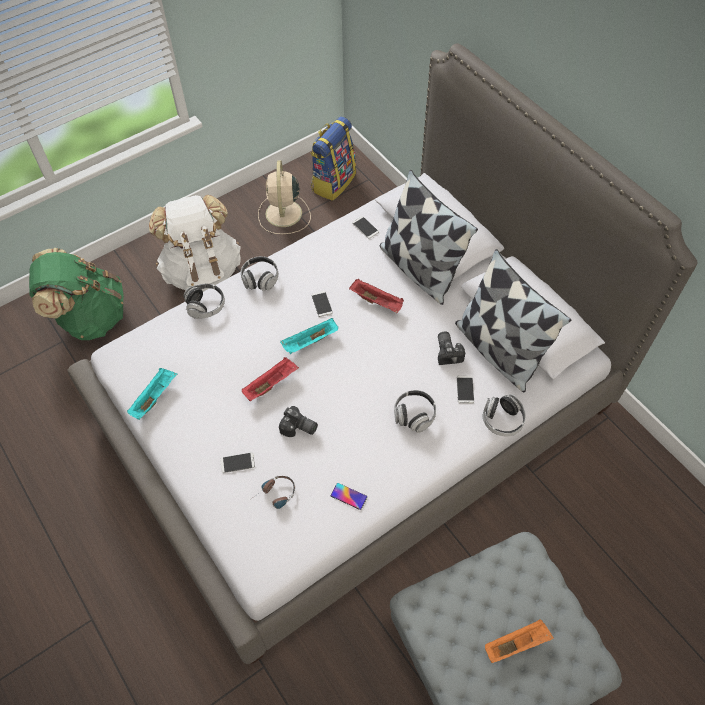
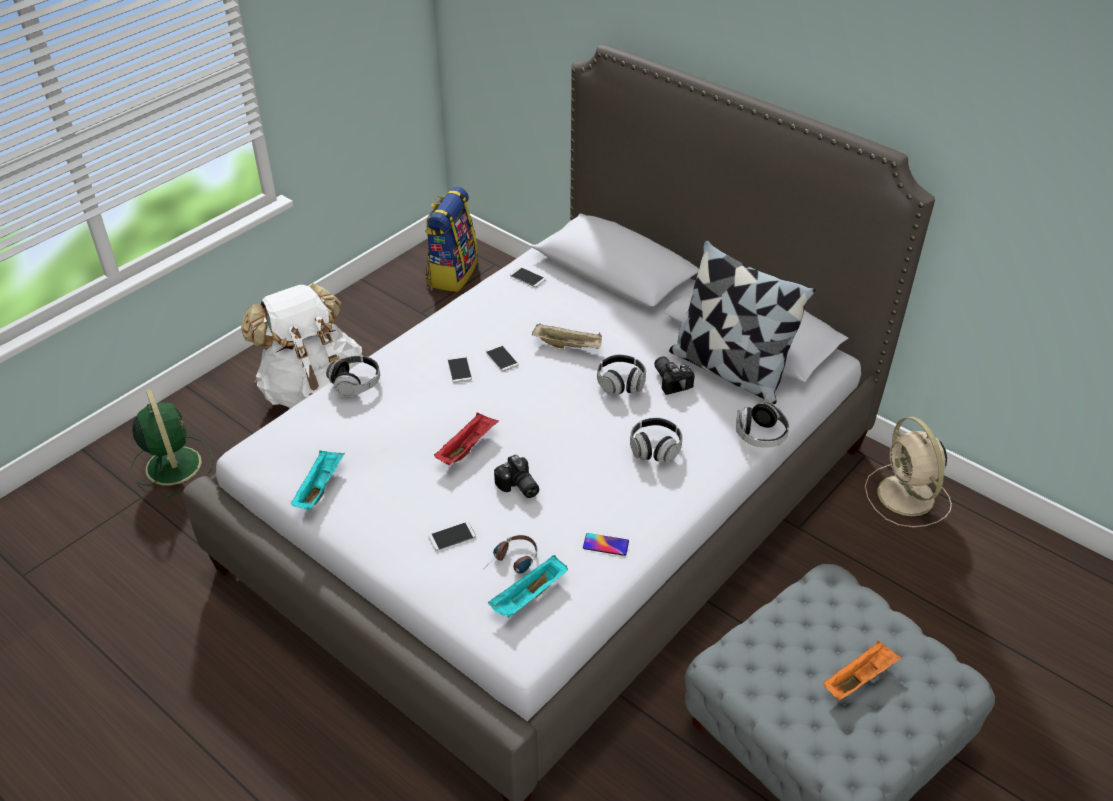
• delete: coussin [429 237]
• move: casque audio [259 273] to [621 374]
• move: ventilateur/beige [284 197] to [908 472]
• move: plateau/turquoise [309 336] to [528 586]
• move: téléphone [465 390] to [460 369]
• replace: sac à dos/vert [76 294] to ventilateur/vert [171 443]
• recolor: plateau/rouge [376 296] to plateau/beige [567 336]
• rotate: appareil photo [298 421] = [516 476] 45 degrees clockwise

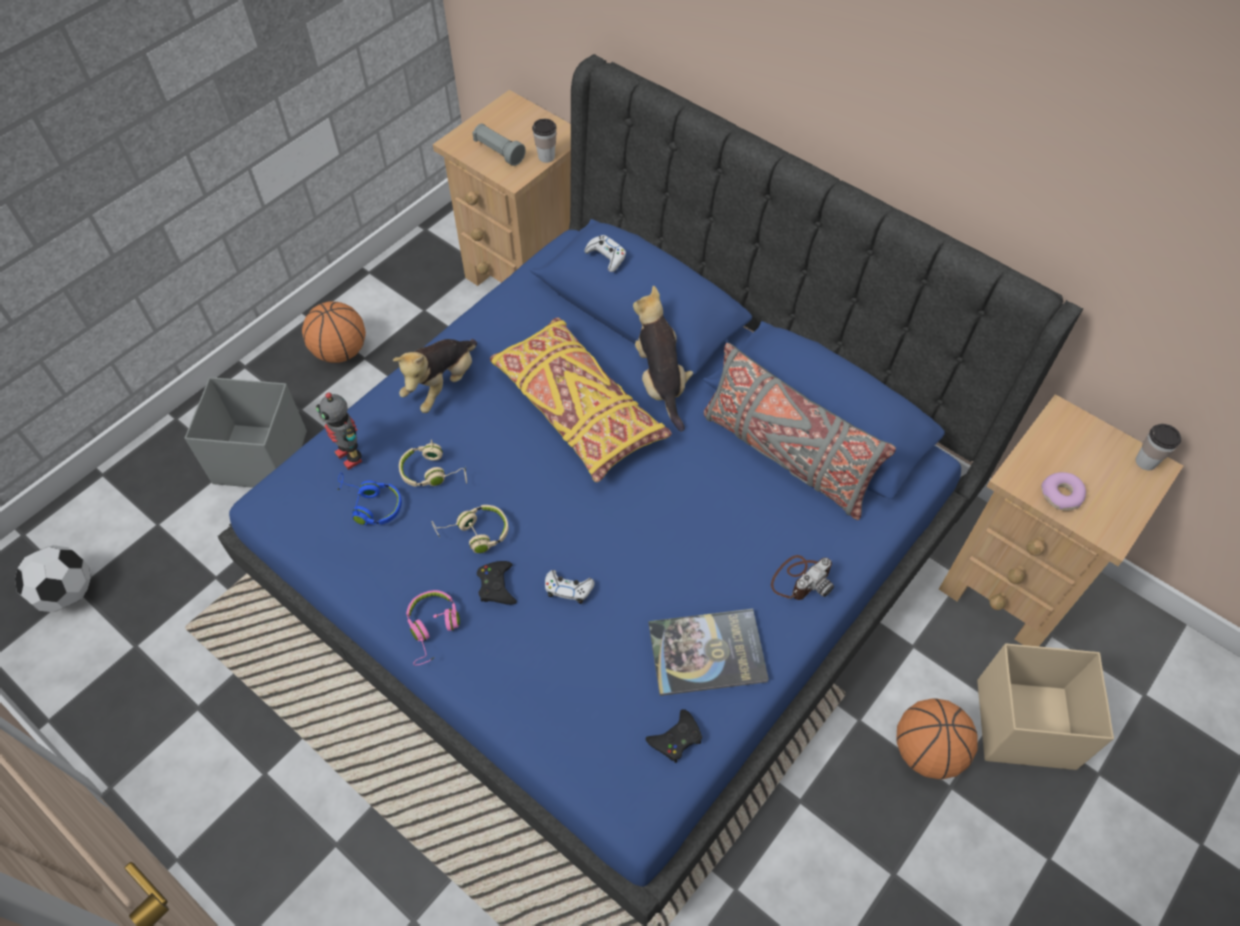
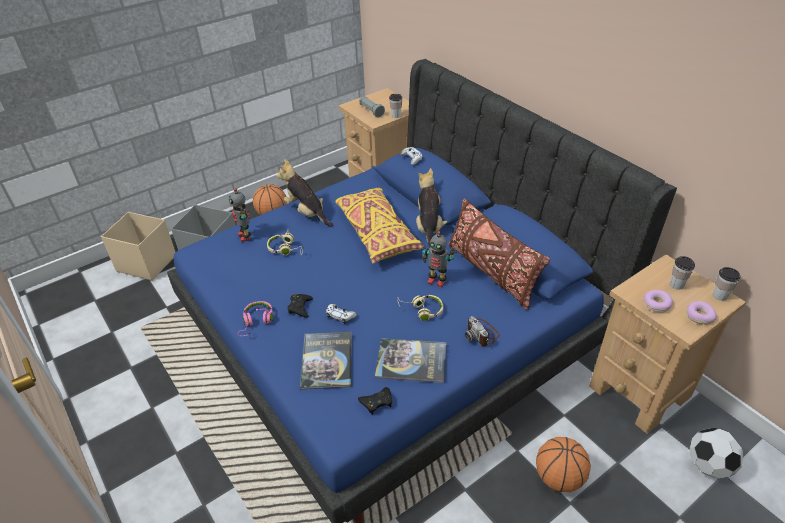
• delete: casque audio/bleu [369 499]
• insert: livre [326 360]
• insert: robot jouet [438 259]
• insert: tasse [682 273]
• insert: beignet [701 312]
• move: ballon de foot [53 578] to [716 453]
• move: casque audio/beige [470 529] to [420 308]
• move: boîte de rangement/beige [1045 706] to [138 246]
• recolor: coussin/gris [800 431] to coussin/marron [499 254]
• rotate: peluche [435 376] = [304 193] 90 degrees clockwise
• rotate: appareil photo [802 577] = [482 331] 90 degrees clockwise

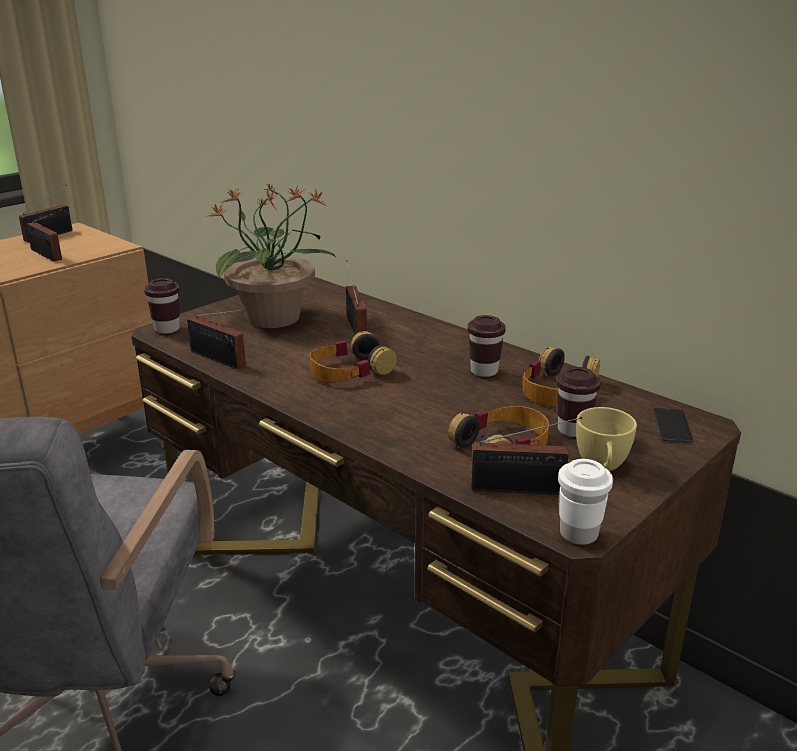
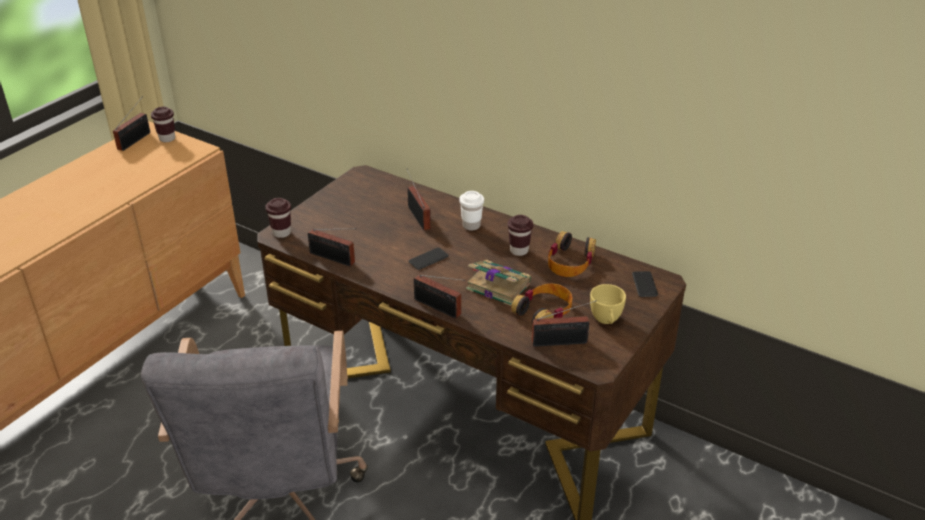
• delete: plante en pot [272 255]
• insert: livre [498 283]
• move: radio [44 237] to [439 296]
• move: tasse/marron [578 402] to [163 124]
• move: tasse/blanc [585 502] to [471 210]
• replace: casque audio [353 357] to téléphone [429 259]

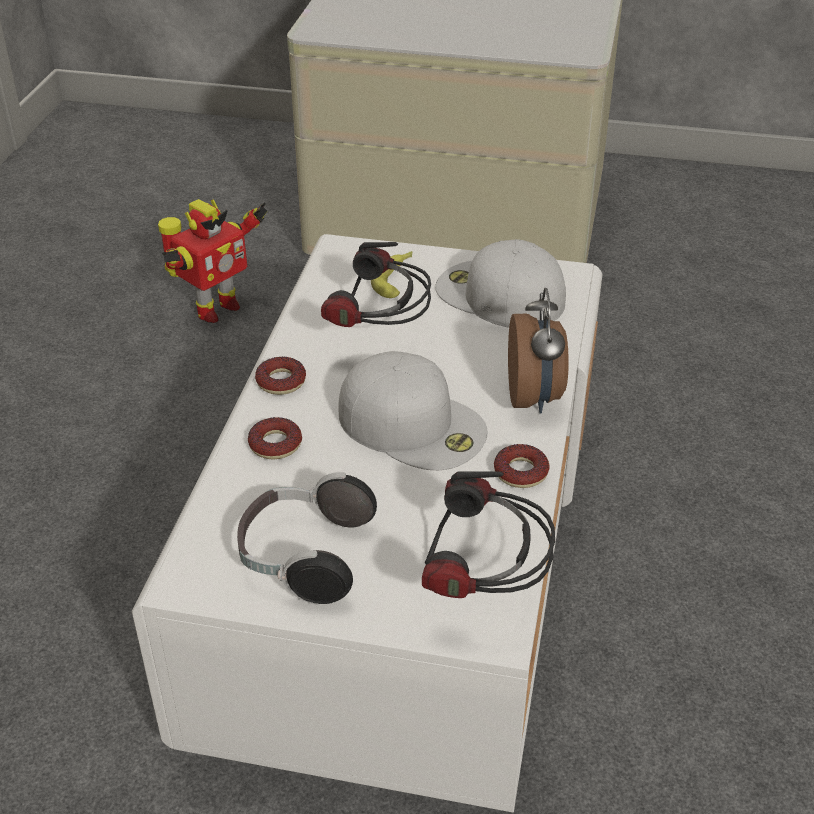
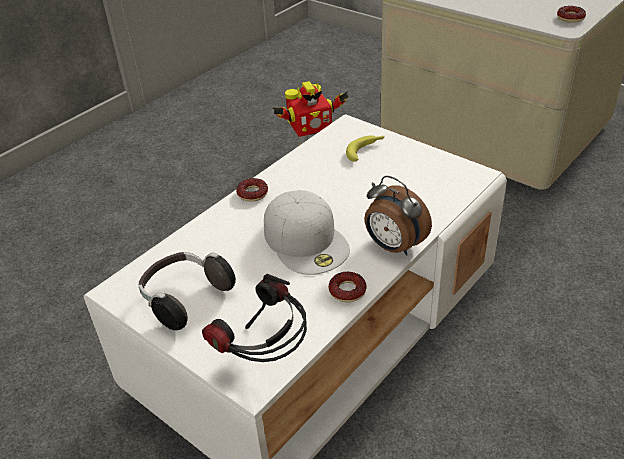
• delete: casque audio [376 284]
• delete: casquette/blanc [500 283]
• move: beignet [275 438] to [571 14]
• rotate: réveil [538 351] = [398 216] 105 degrees clockwise

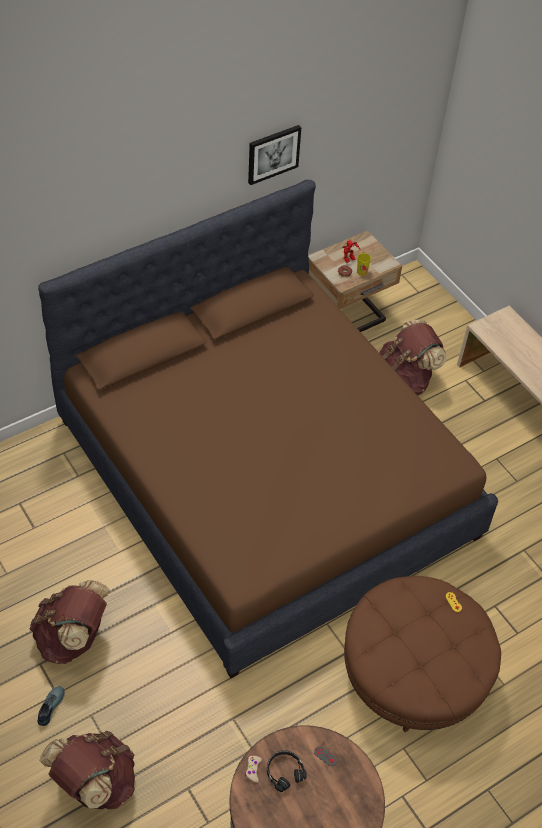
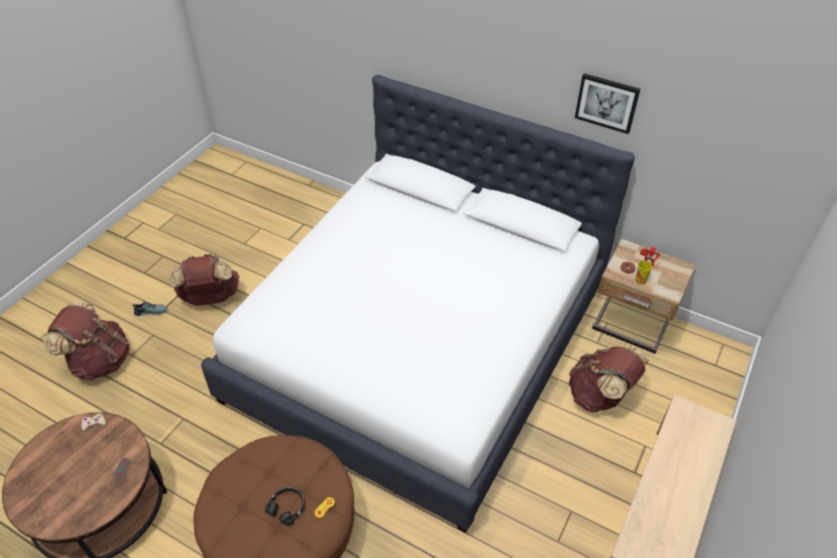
• move: casque audio/noir [287 771] to [285 506]
• recolor: lit/marron [268 428] to lit/blanc [418 304]

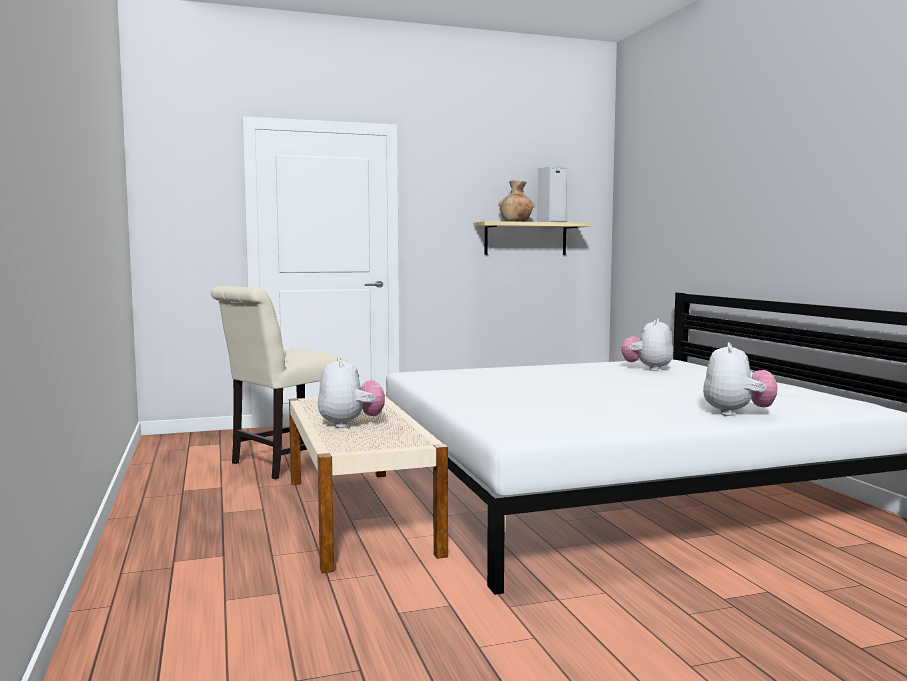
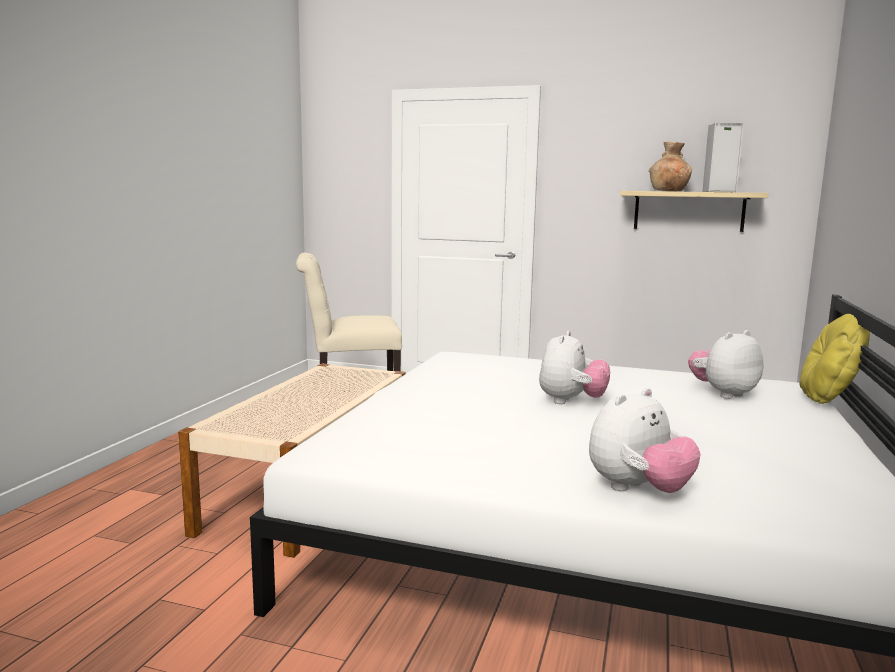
• insert: coussin/jaune [834 359]
• move: peluche [351 392] to [574 367]

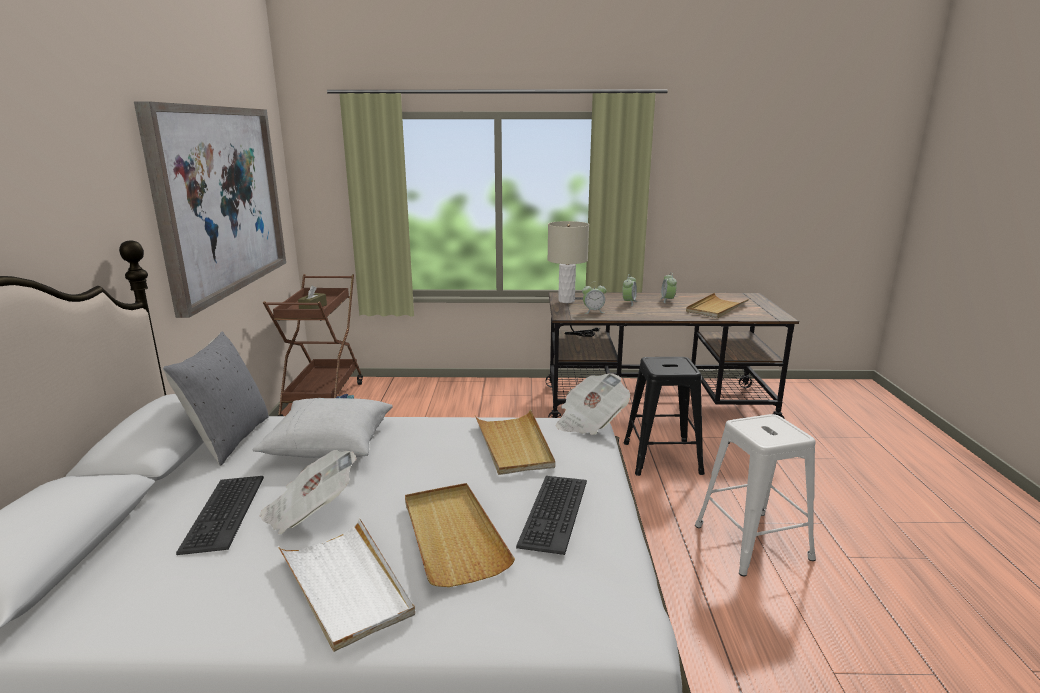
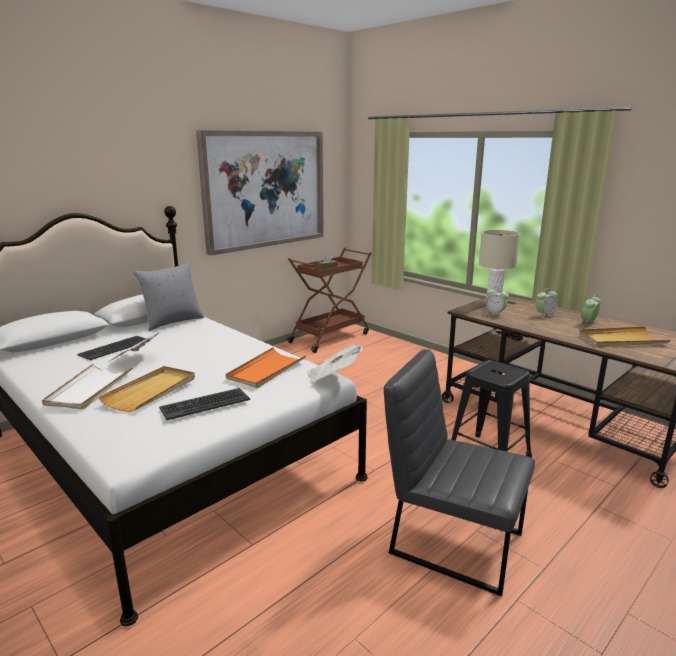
• delete: coussin/gris [323 426]
• replace: tabouret/blanc [755 495] to chaise/gris [459 472]
• recolor: plateau/beige [515 442] to plateau/orange [266 367]

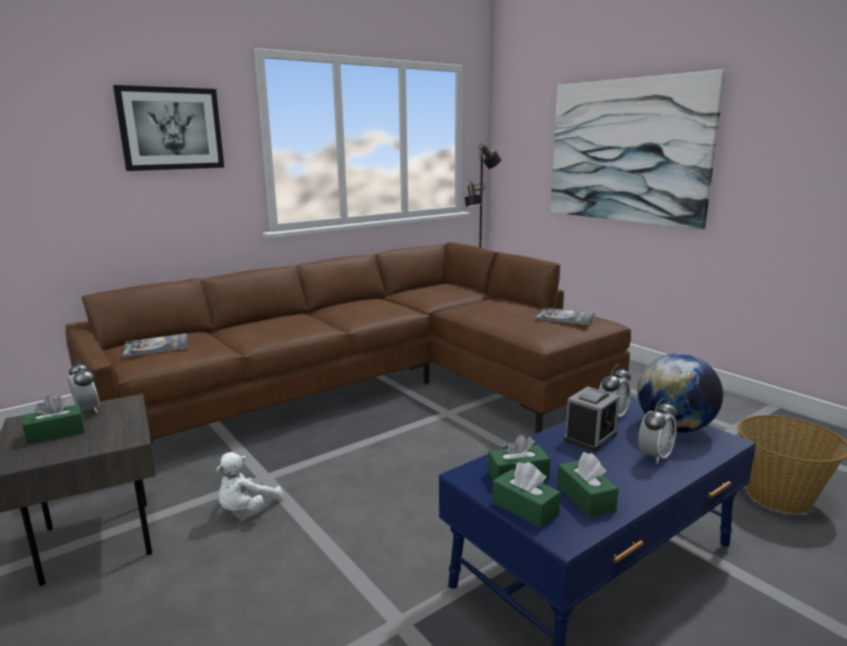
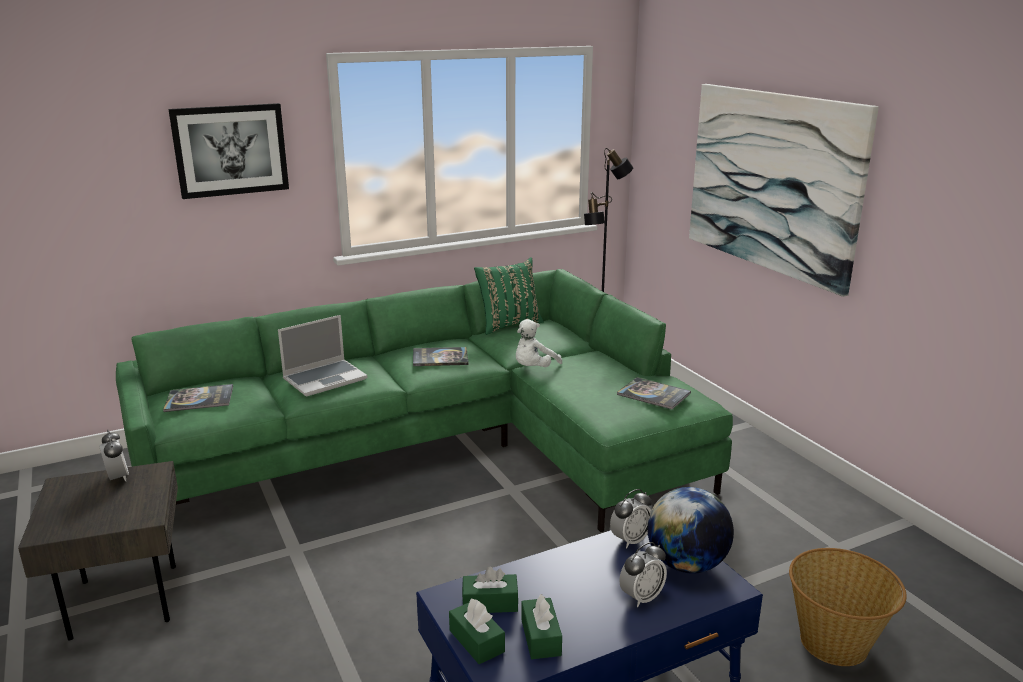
• delete: boîte à mouchoirs/vert [53 420]
• delete: réveil [592 418]
• insert: ordinateur portable [322 355]
• insert: livre [441 356]
• insert: coussin/vert [509 296]
• move: peluche/blanc [249 481] to [539 343]
• recolor: canapé/marron [348 343] to canapé/vert [424 400]

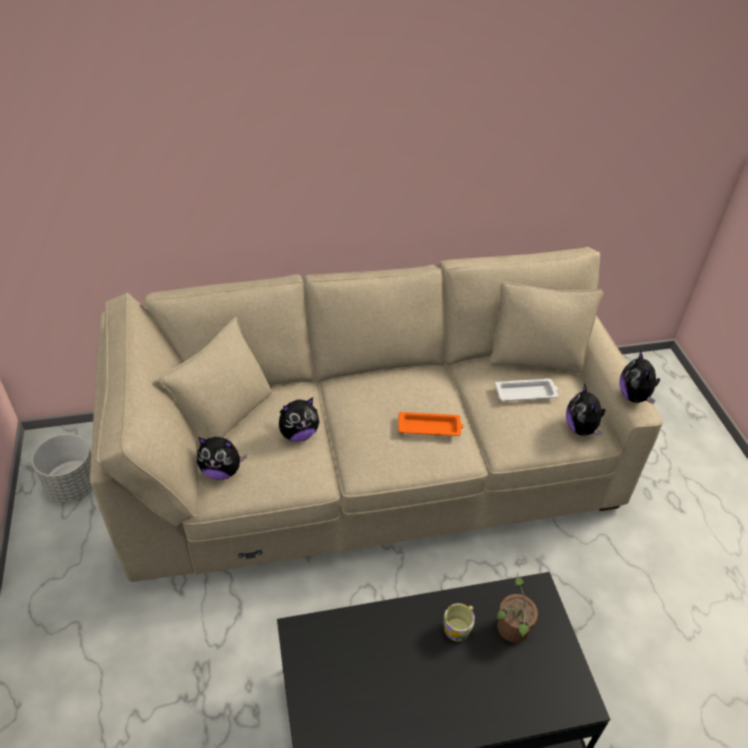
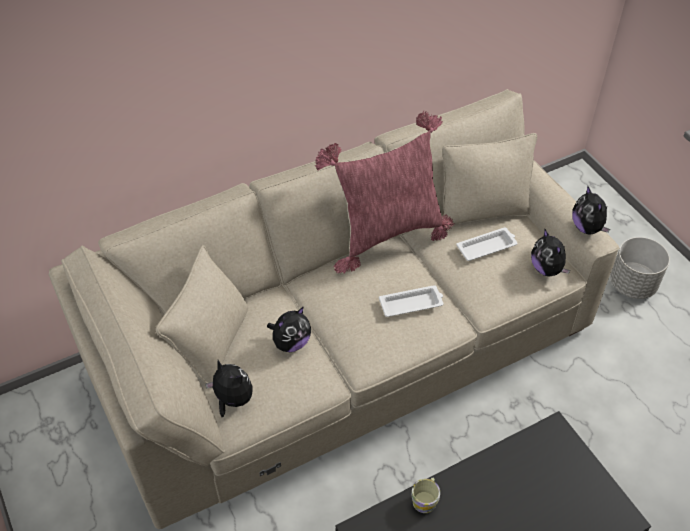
• delete: plante en pot [517 610]
• insert: coussin/rouge [384 193]
• move: cache-pot/gris [62 468] to [640 268]
• move: mug [459 622] to [425 495]
• recolor: plateau/orange [431 424] to plateau/blanc [411 301]
• rotate: peluche [222 458] = [229 388] 135 degrees counterclockwise

